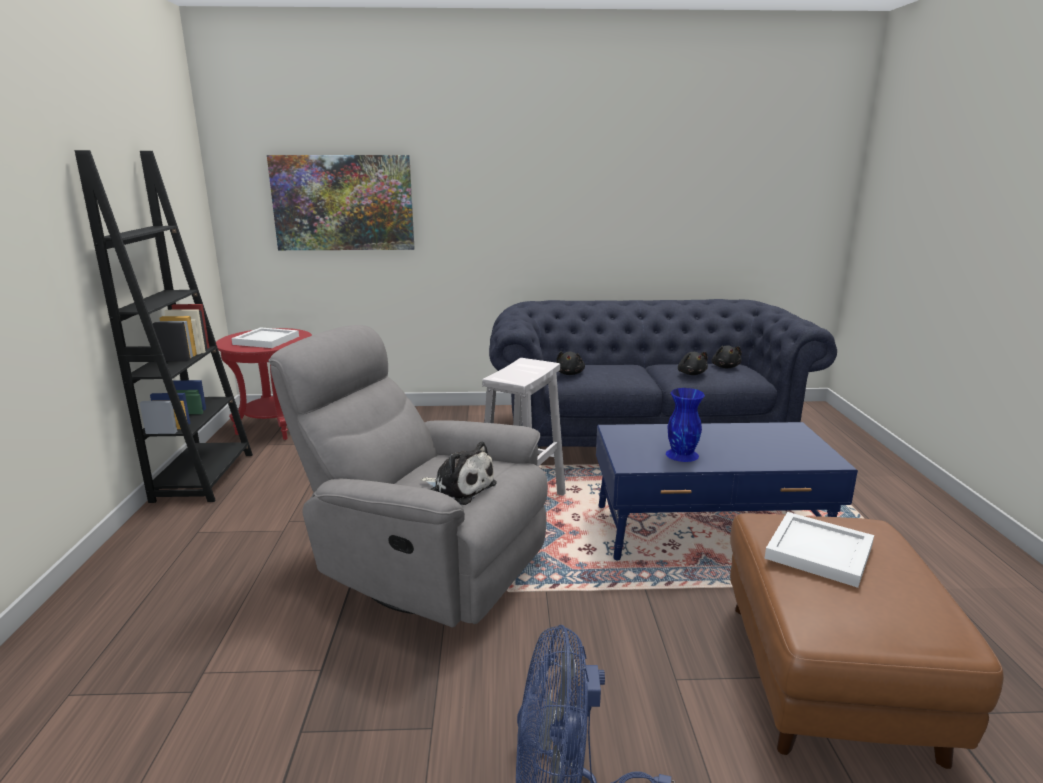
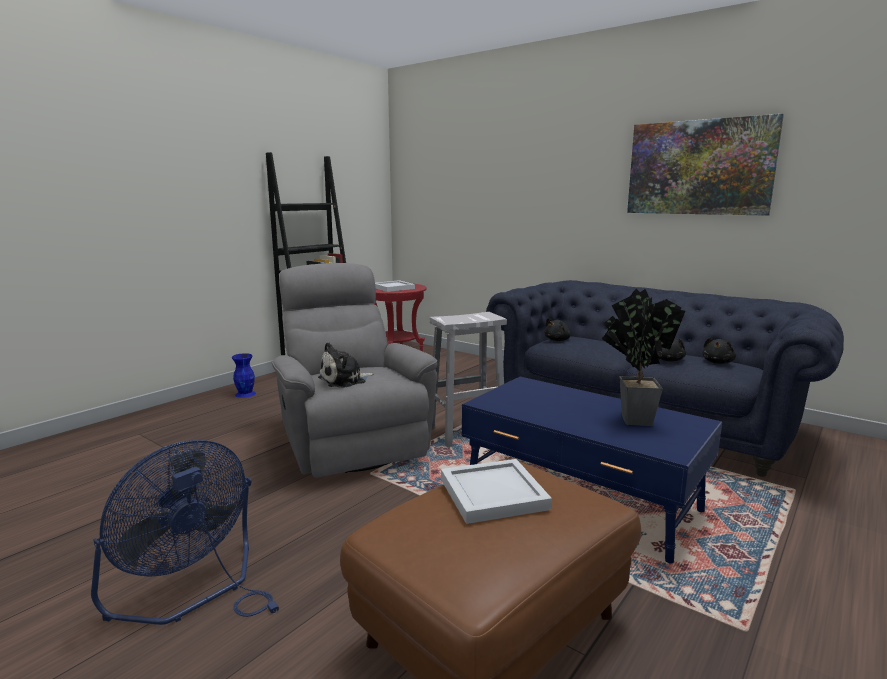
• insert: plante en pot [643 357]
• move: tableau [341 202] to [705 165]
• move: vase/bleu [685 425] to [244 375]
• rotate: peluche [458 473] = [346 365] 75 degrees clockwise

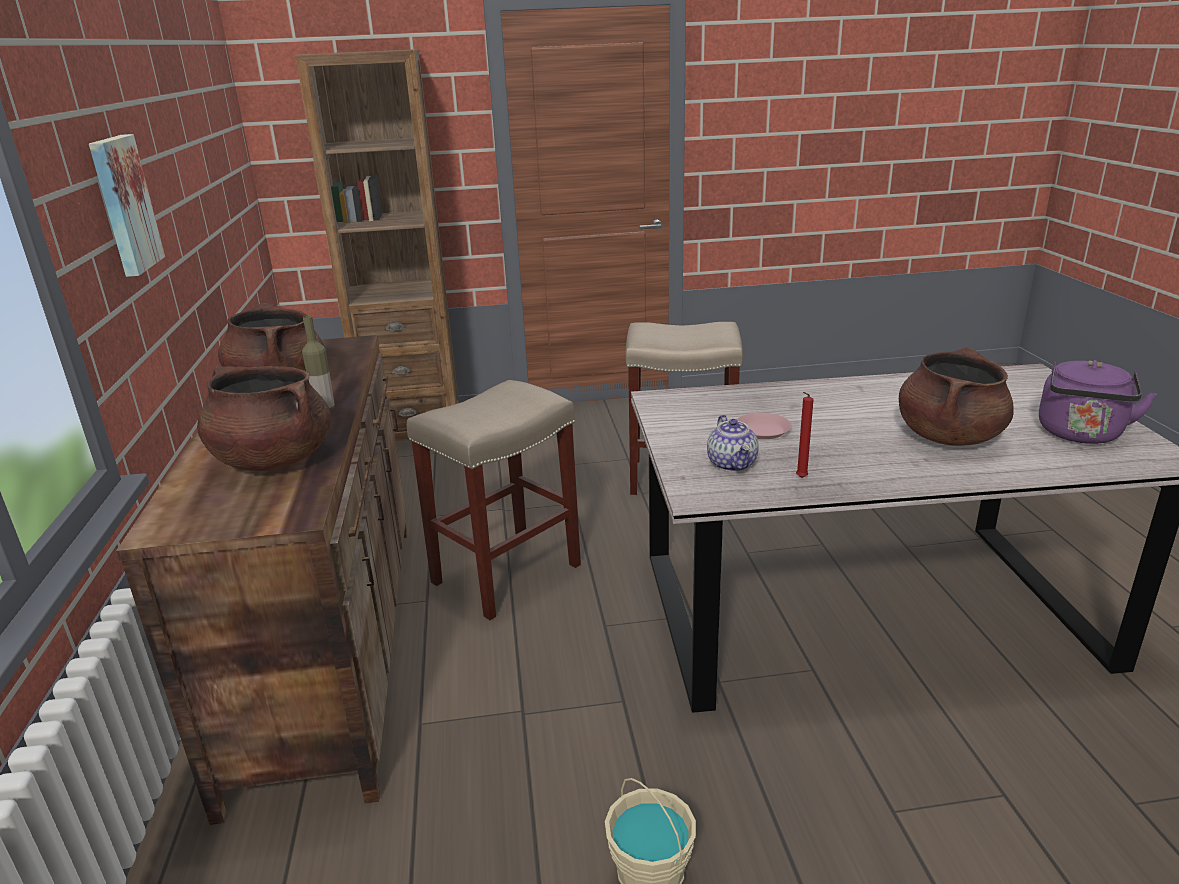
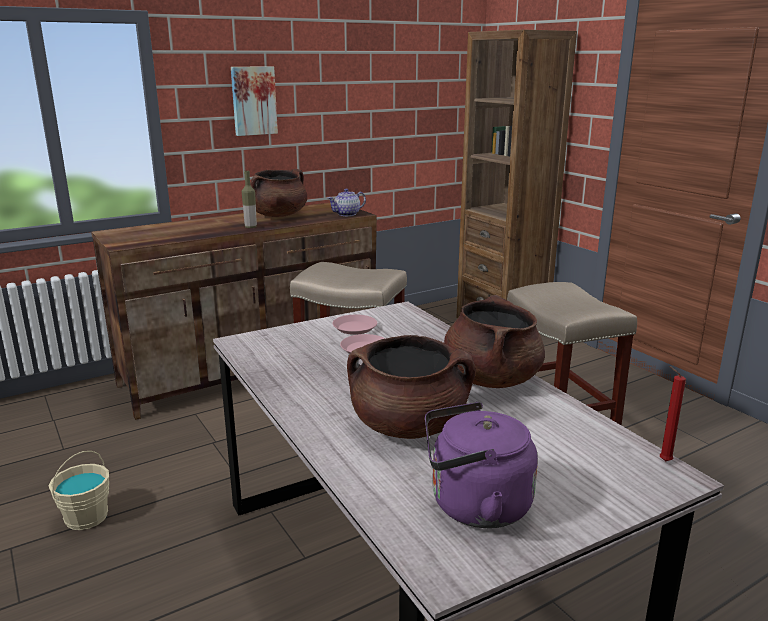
• insert: assiette/rose [354 325]
• move: marmite/marron [264 418] to [494 341]
• move: théière [733 443] to [347 202]
• move: bougie/rouge [805 435] to [673 414]

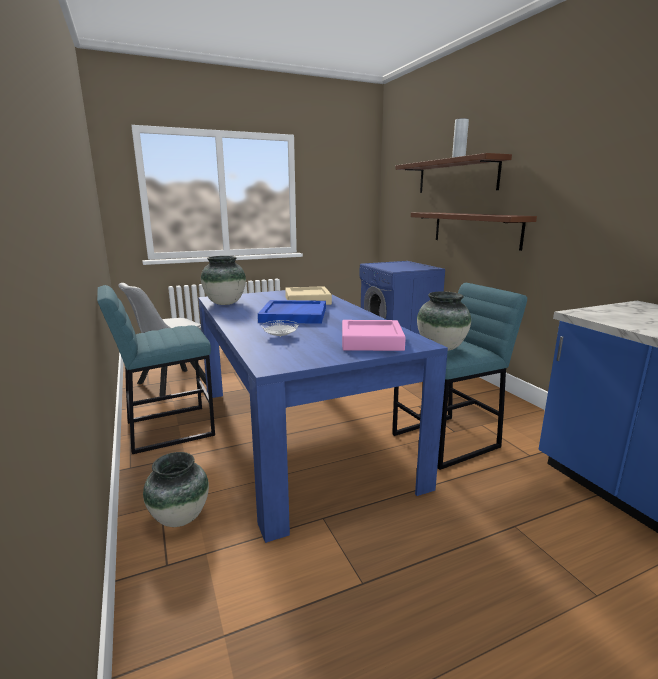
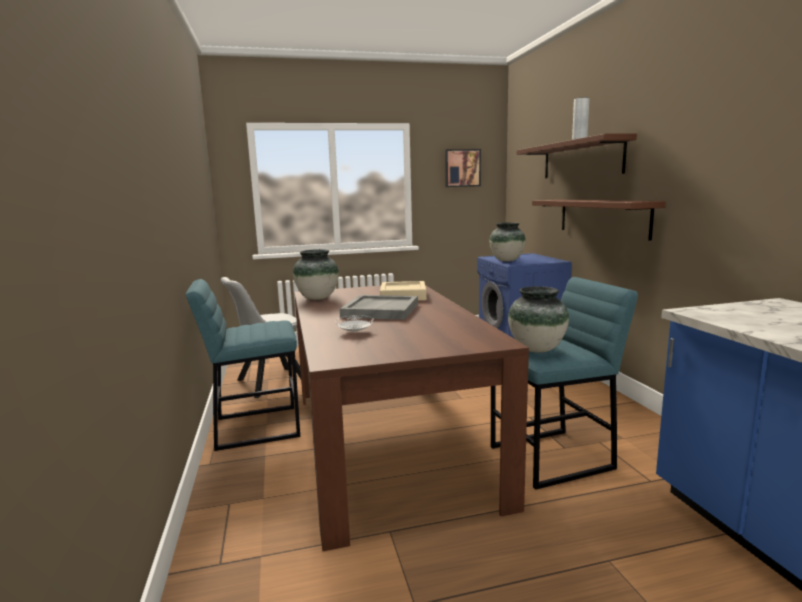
• delete: plateau/rose [374 335]
• insert: tableau [463 168]
• move: vase [176 489] to [507 241]
• recolor: table à manger/bleu [323 416] to table à manger/marron [411 418]
• recolor: plateau/bleu [292 312] to plateau/gris [379 307]

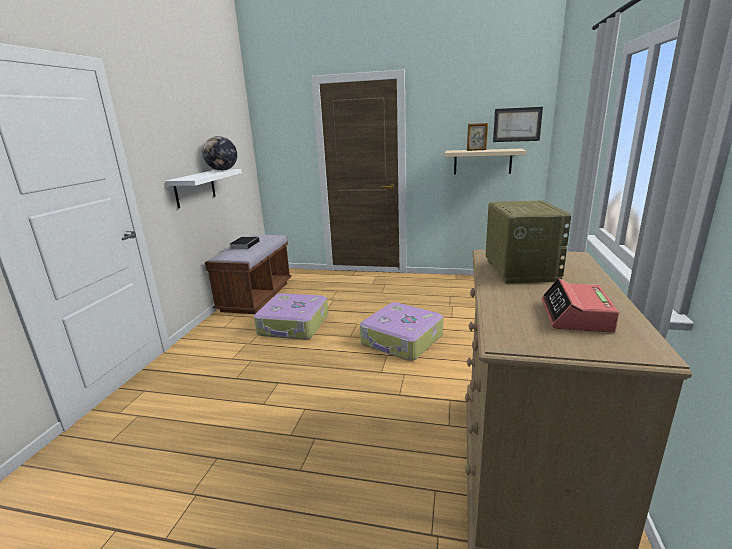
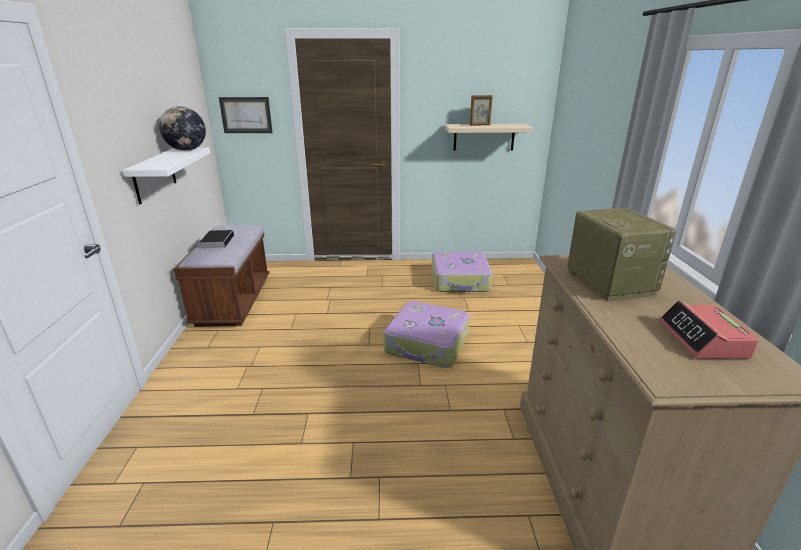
• move: valise [290 316] to [462 272]
• move: tableau [518 124] to [246 115]

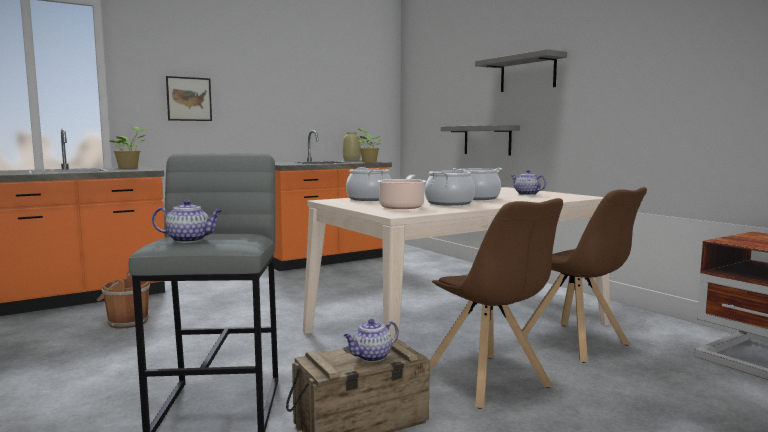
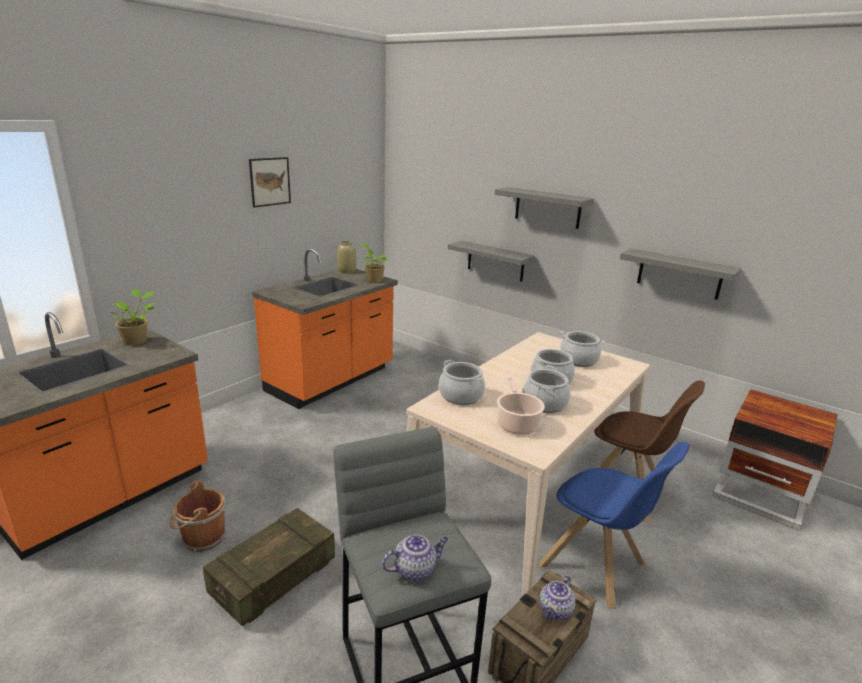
• insert: caisse [269 567]
• insert: étagère/gris [680 274]
• move: tableau [189 98] to [270 182]
• replace: théière [528 182] to marmite [582 349]
• recolor: chaise/marron [496 303] to chaise/bleu [614 525]

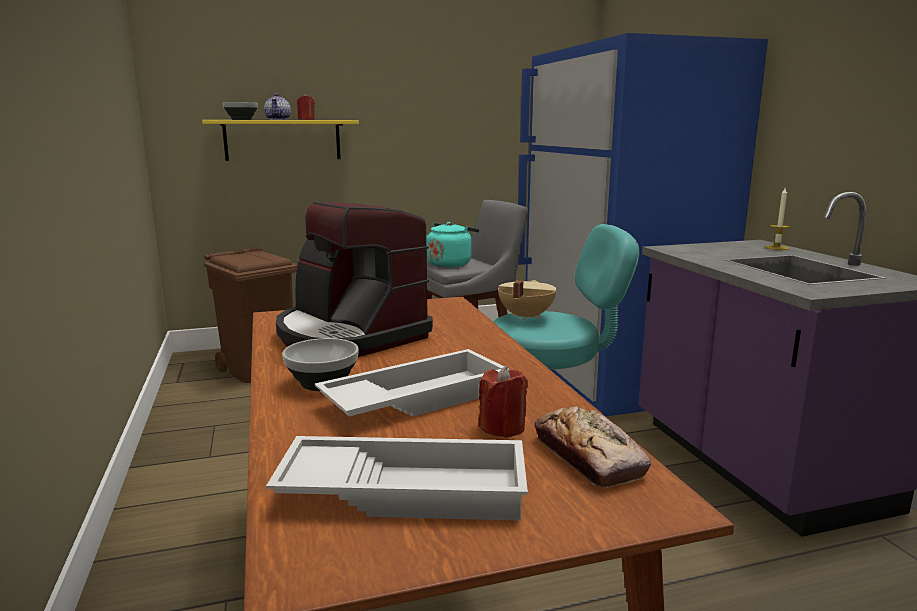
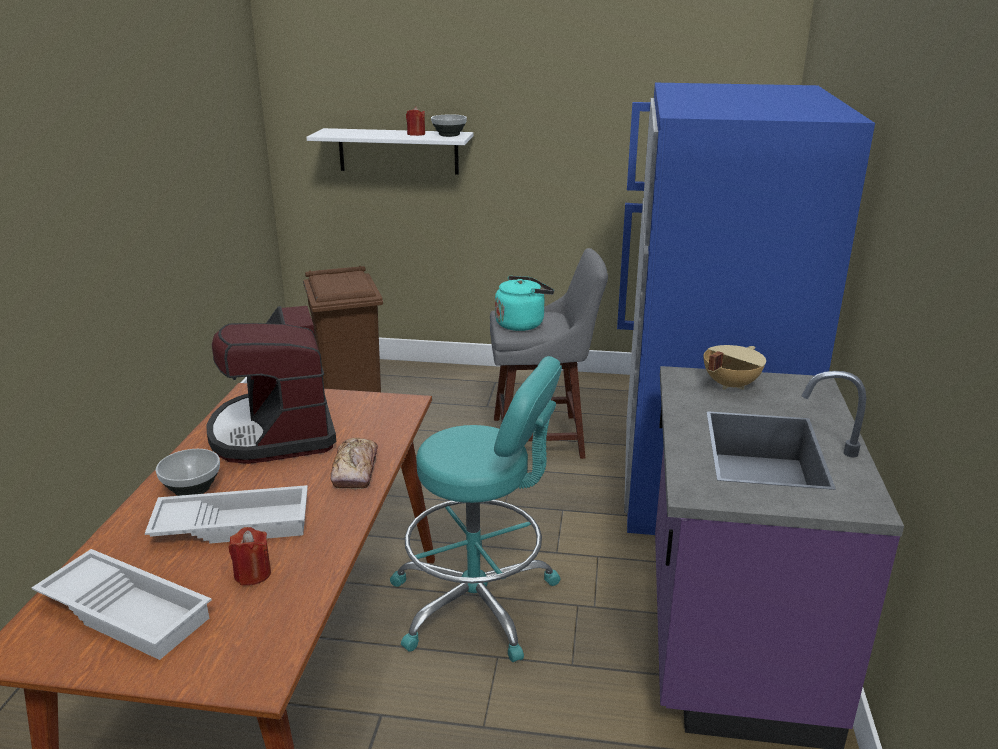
• delete: théière [277 106]
• delete: bougie [778 219]
• move: bol [240 111] to [449 125]
• move: marmite/beige [527 300] to [735 367]
• move: pain [592 447] to [354 463]
• recolor: étagère/jaune [280 140] to étagère/blanc [390 151]

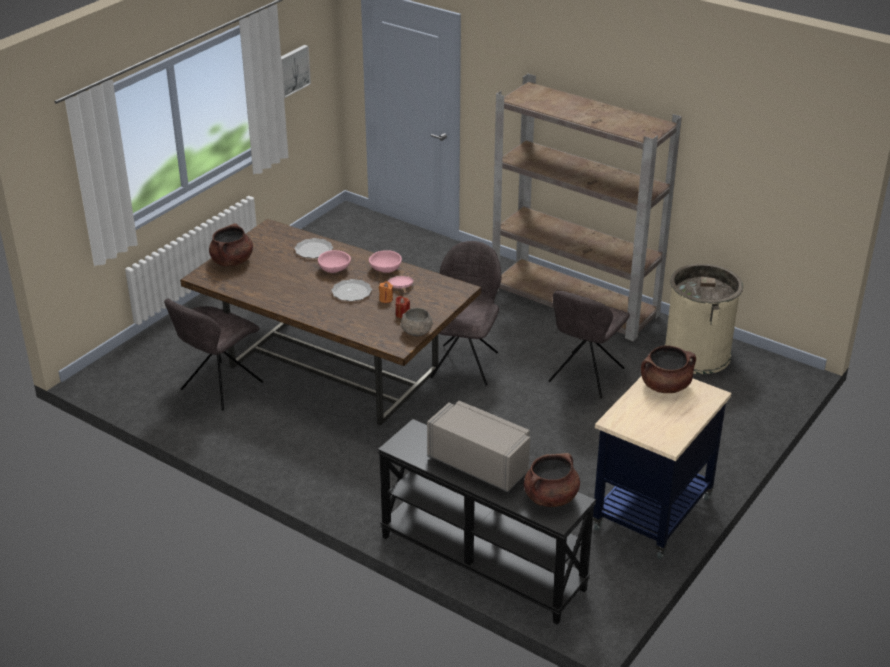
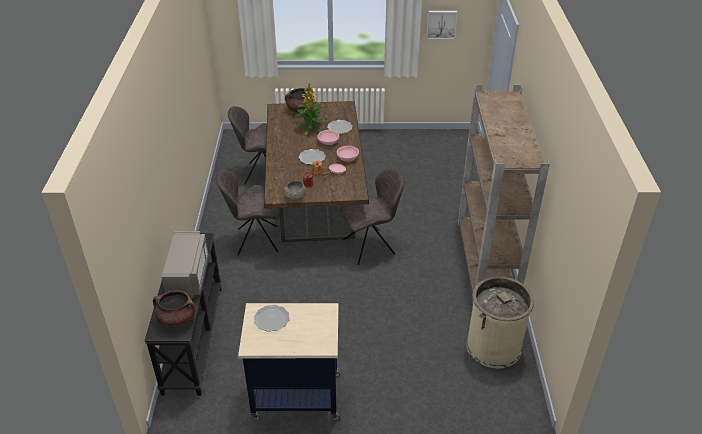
• delete: marmite/marron [668 369]
• insert: assiette [272 318]
• insert: plante en pot [309 108]
• move: chaise/gris [589 344] to [248 212]

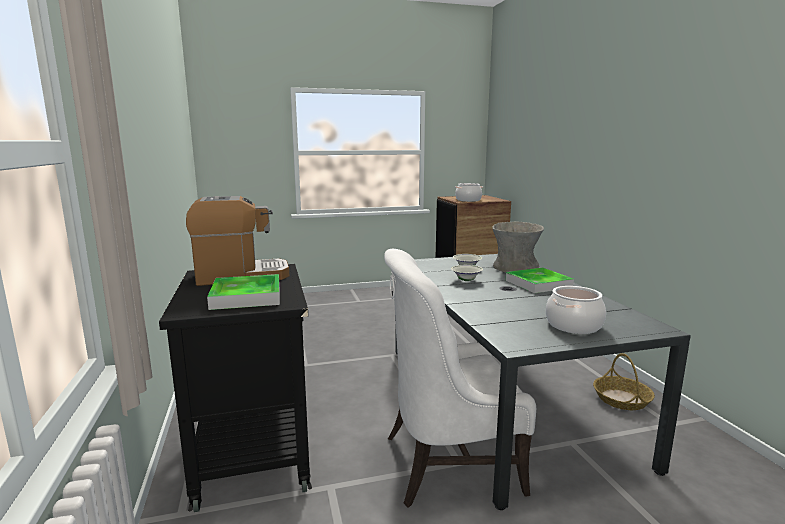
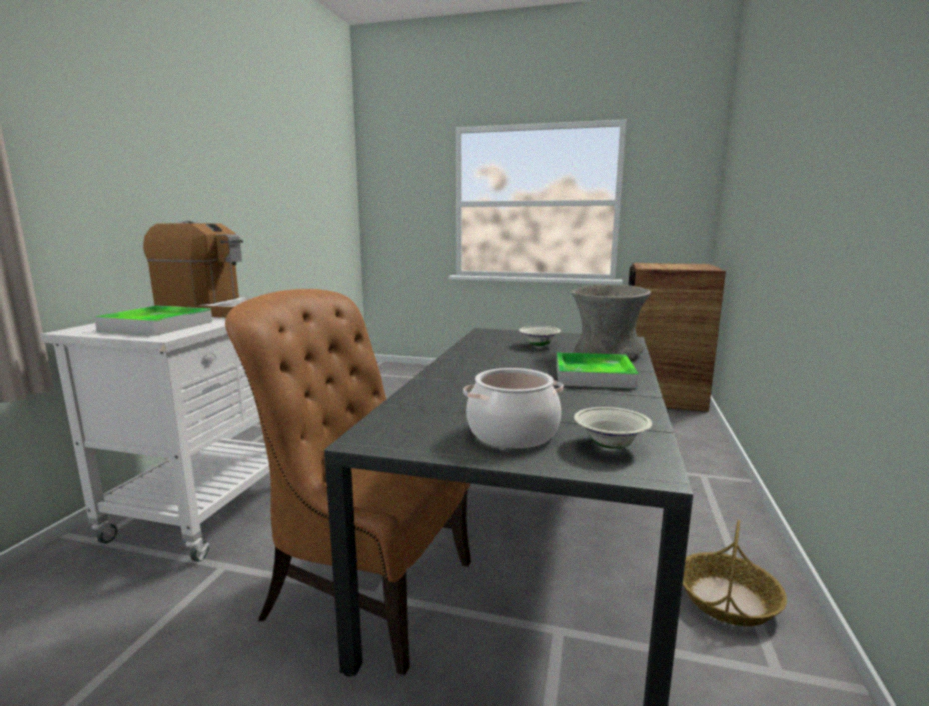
• delete: marmite [469 192]
• move: bol/blanc [467 273] to [613 428]
• recolor: chariot/noir [235 388] to chariot/blanc [155 439]
• recolor: chaise/blanc [460 378] to chaise/marron [348 482]

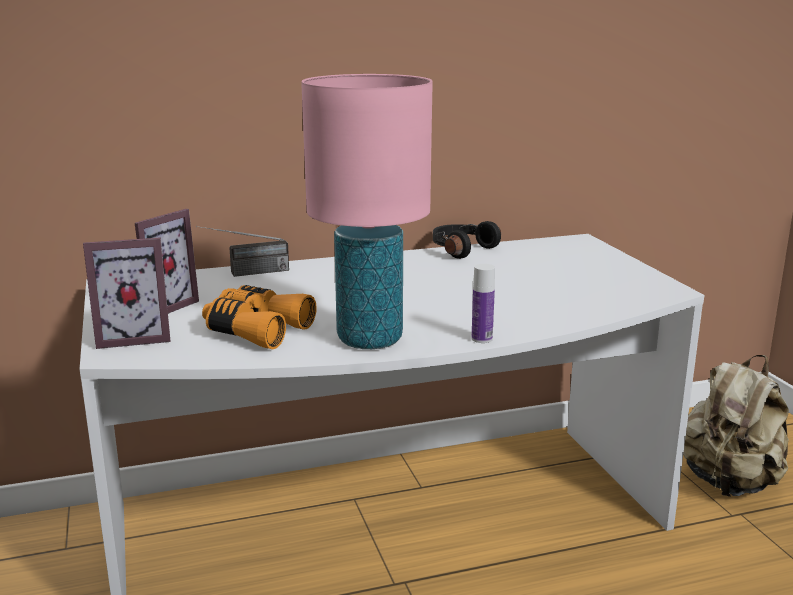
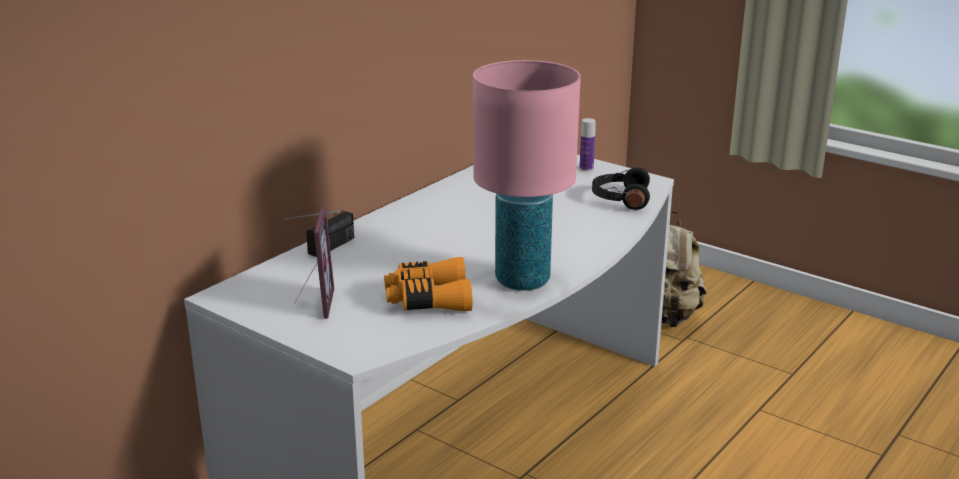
• delete: cadre photo [126 293]
• move: casque audio/noir [467 240] to [621 188]
• move: bouteille [483 303] to [588 144]

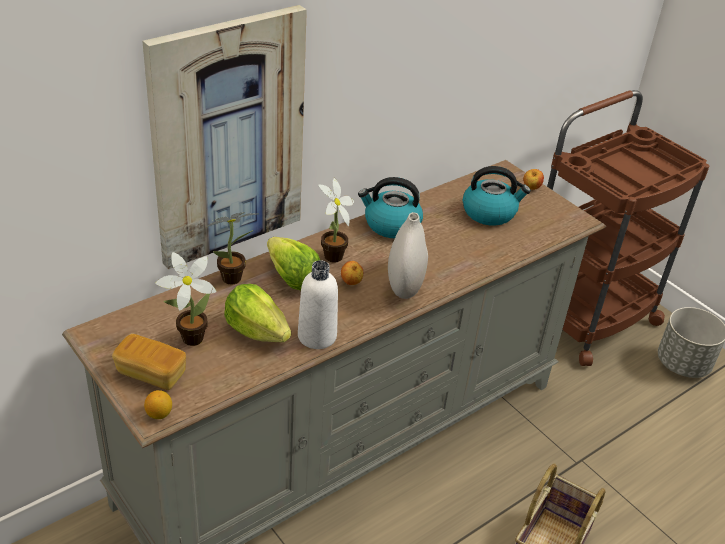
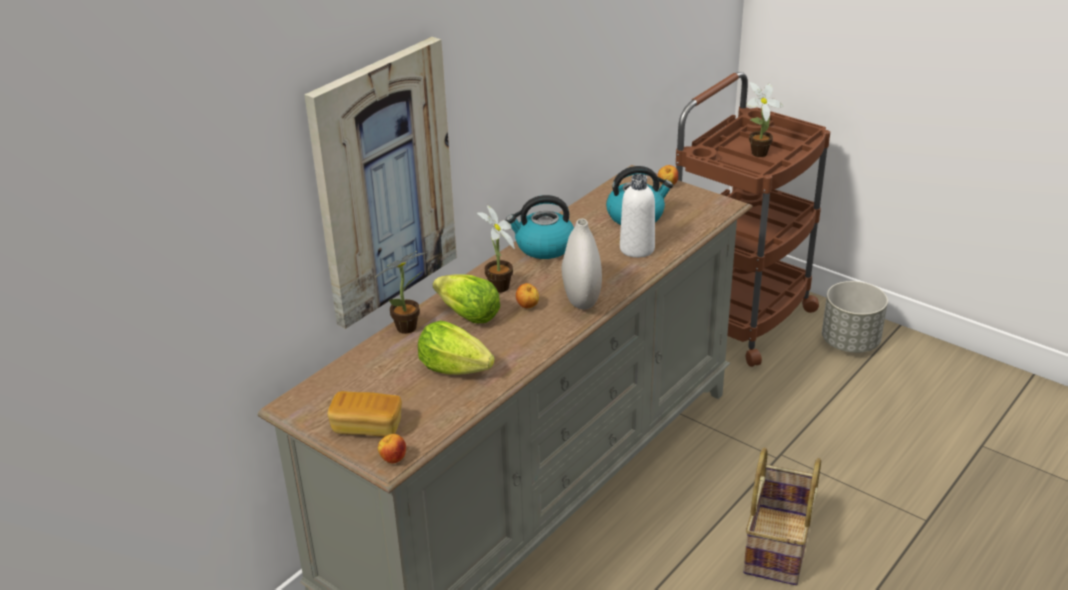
• move: plante en pot [186 299] to [764 119]
• move: bouteille/blanc [318 304] to [637 216]
• replace: citron [158 404] to pomme [392 448]

